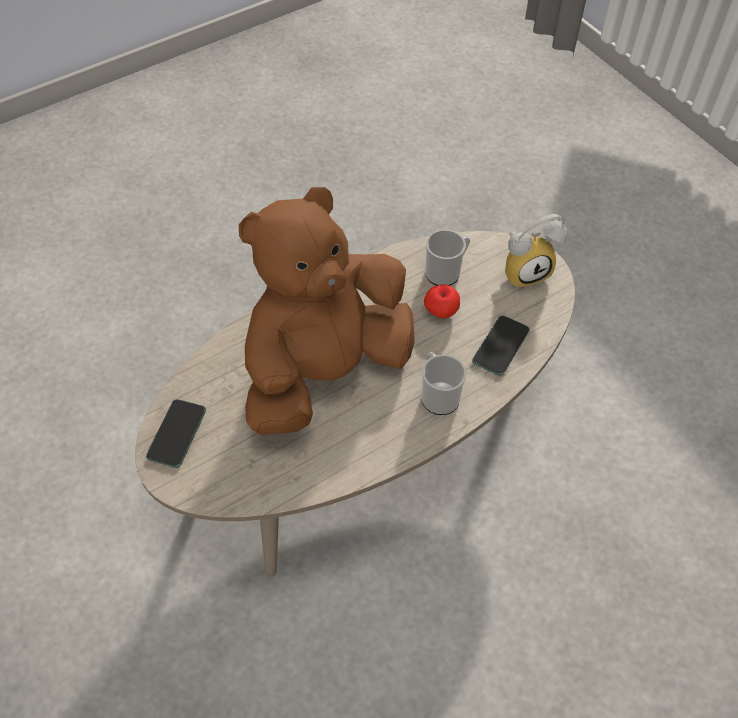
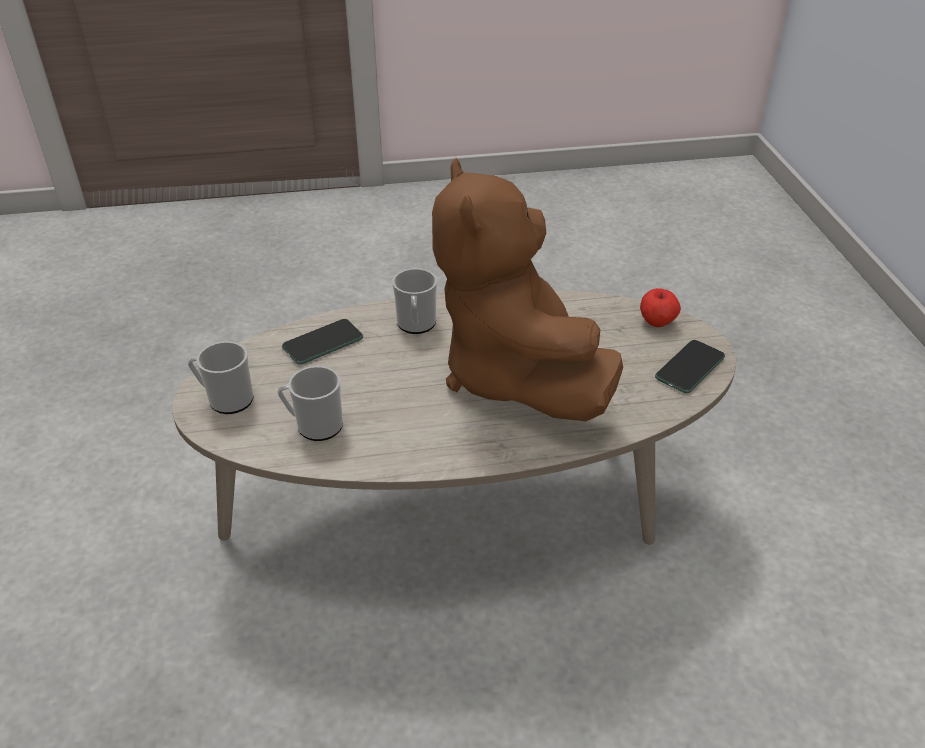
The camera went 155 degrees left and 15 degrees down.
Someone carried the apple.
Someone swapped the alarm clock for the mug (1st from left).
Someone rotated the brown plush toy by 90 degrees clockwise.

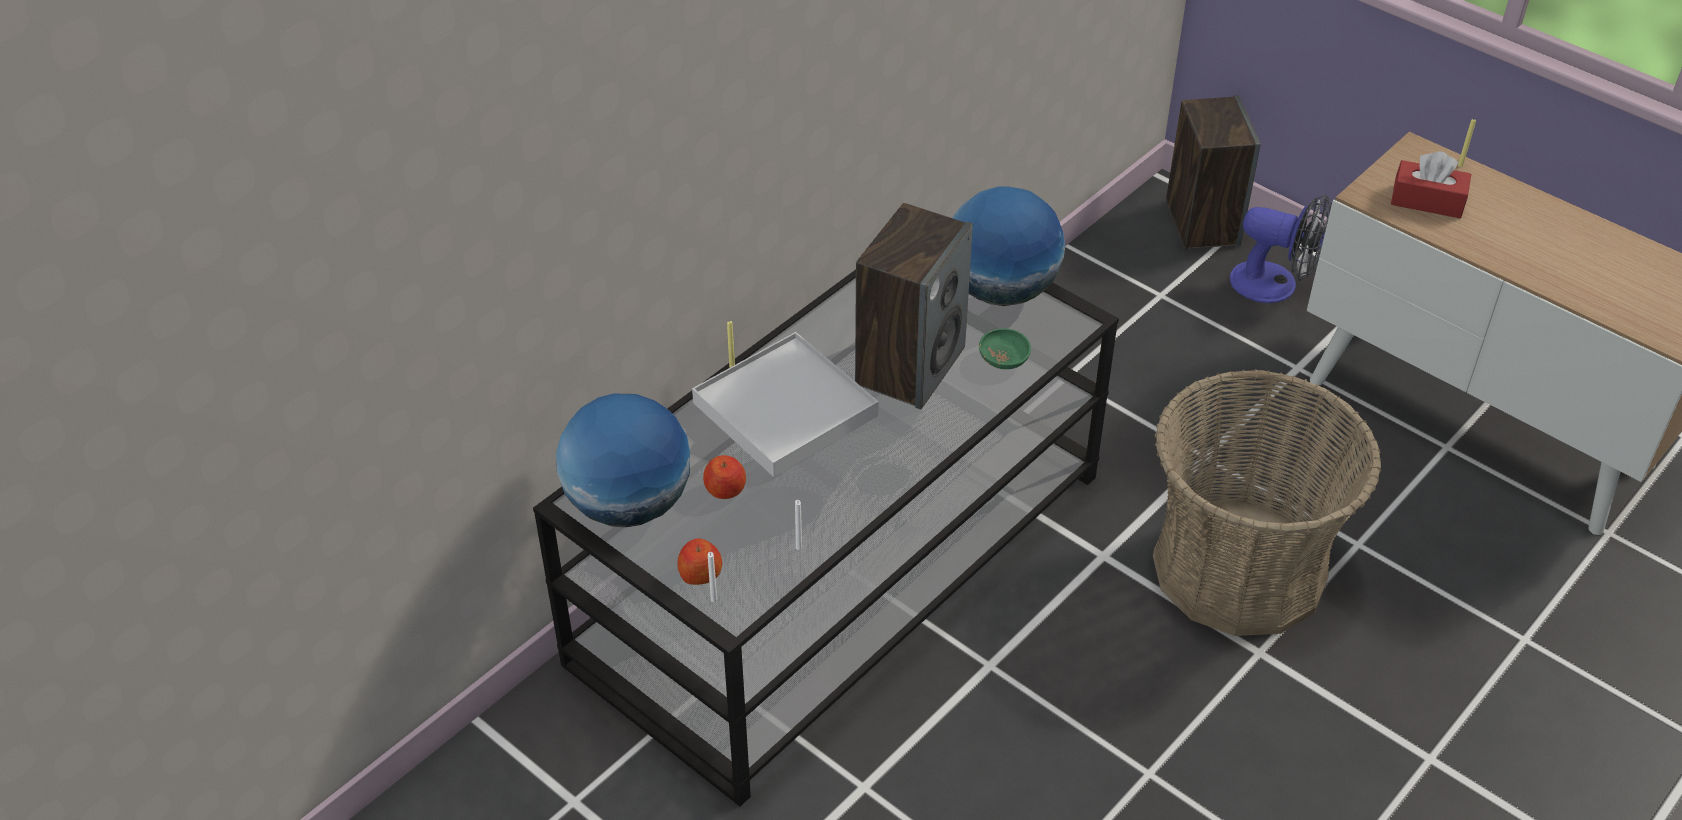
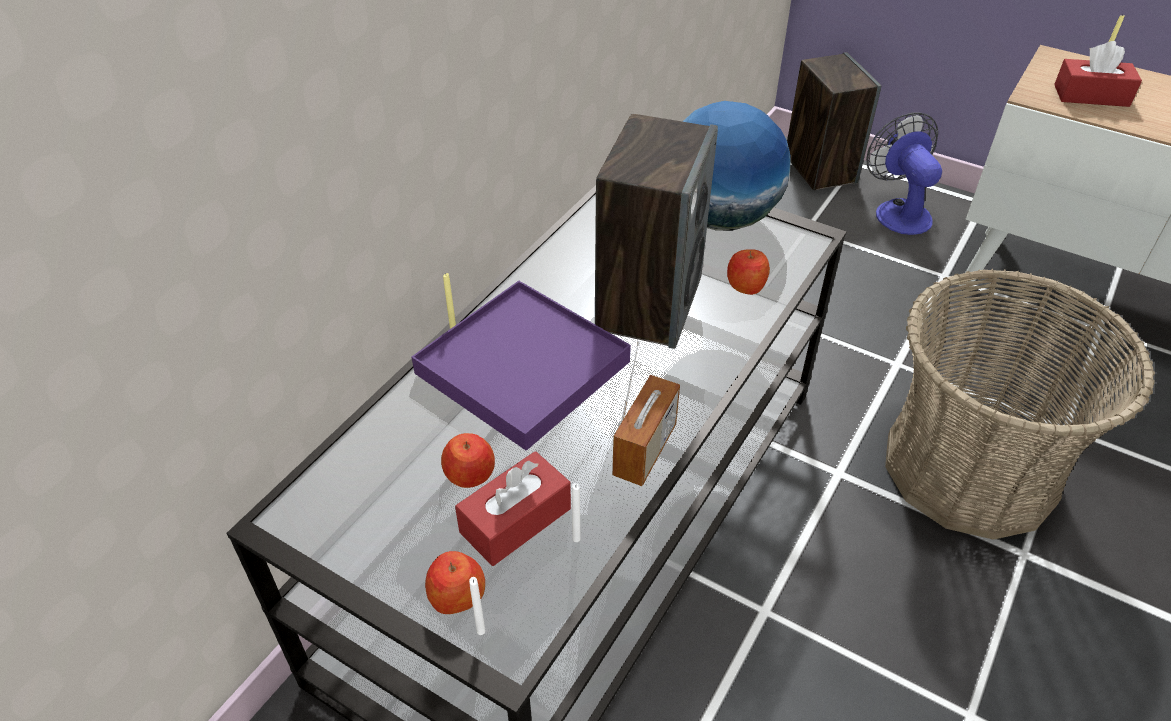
The camera went 10 degrees left and 0 degrees up.
Someone took away the globe (1st from left).
Someone put down the red tissue box (1st from left).
Someone put down the radio.
Someone swapped the green bowl for the apple (3rd from left).
Someone repainted the white tray, which became the purple tray.
Someone rotated the fan by 120 degrees counterclockwise.

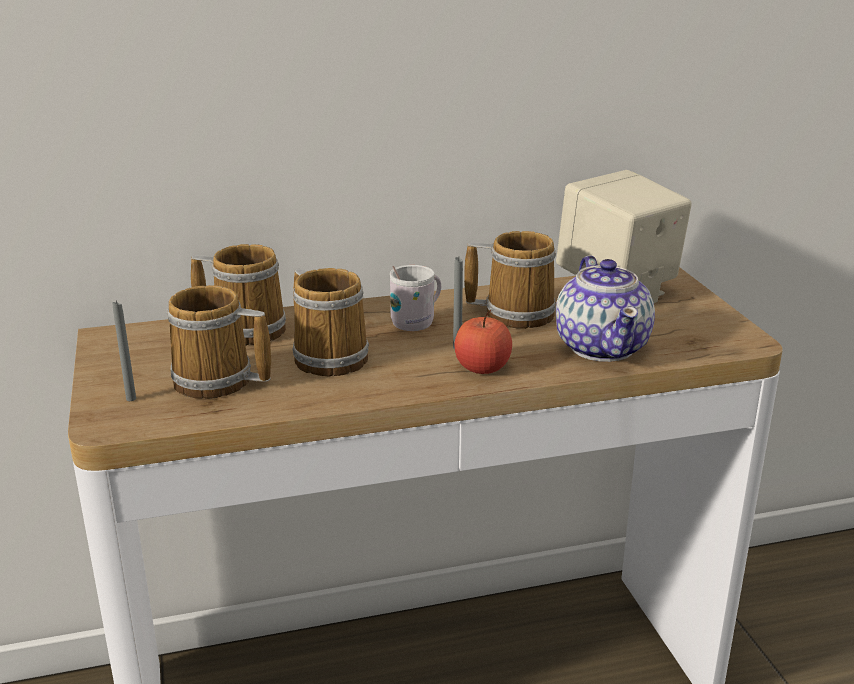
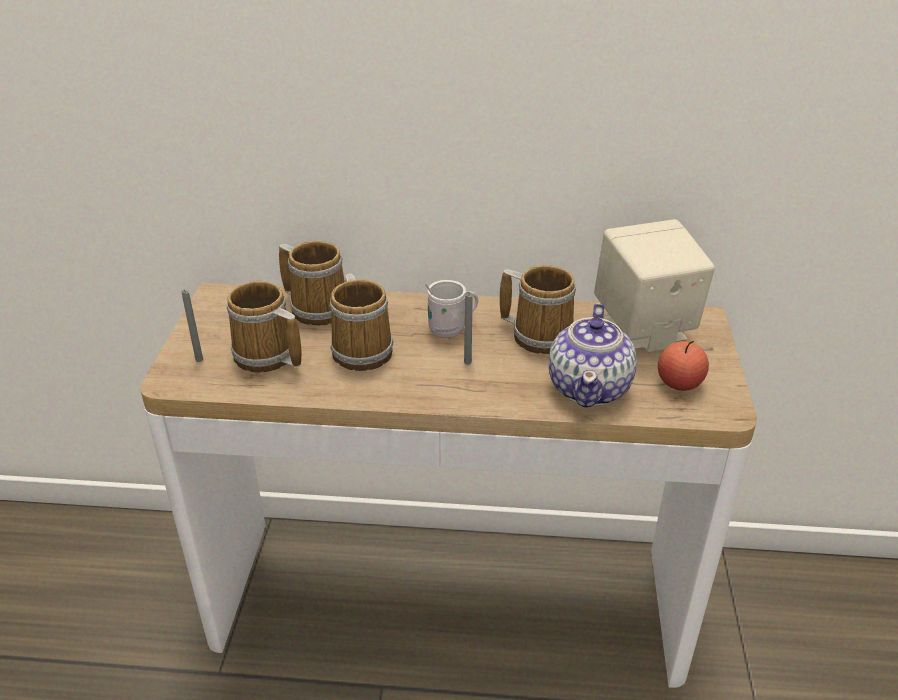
The camera went 20 degrees right and 10 degrees up.
Someone carried the apple.

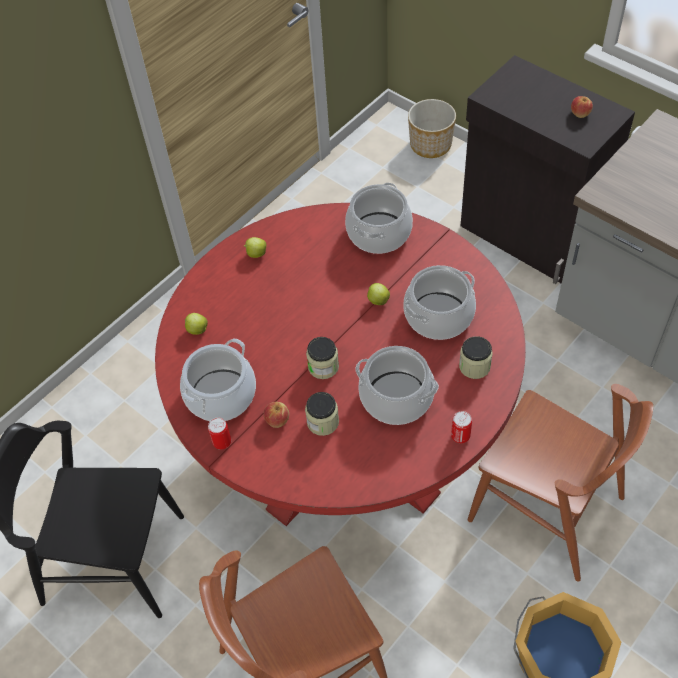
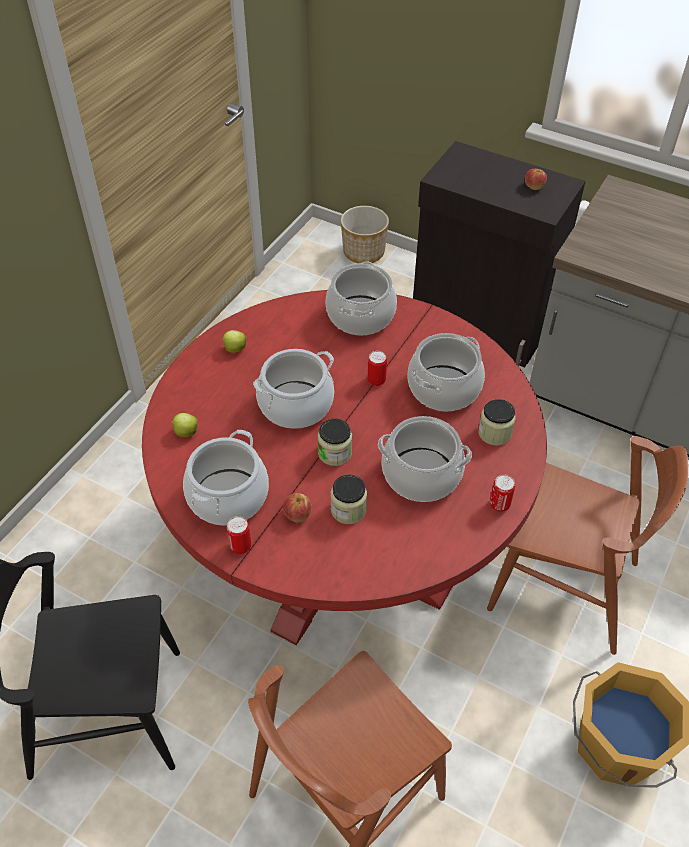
The camera went 15 degrees left and 5 degrees down.
Someone put down the cooking pot (2nd from left).
Someone swapped the apple (4th from left) for the can (2nd from left).

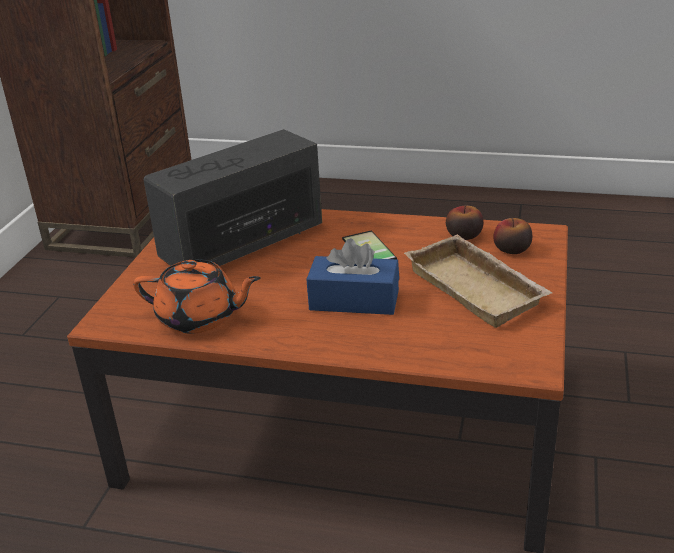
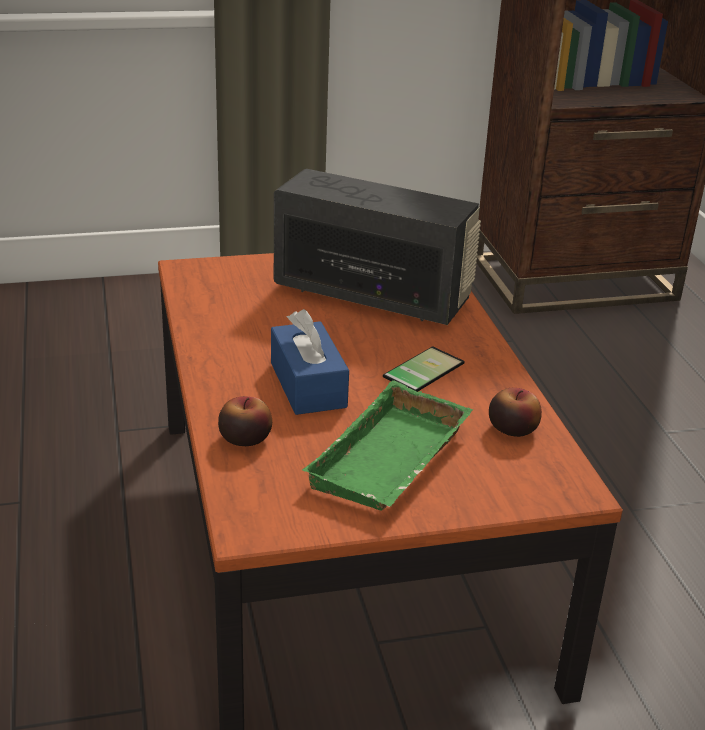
The camera went 60 degrees right and 0 degrees up.
Someone took away the orange teapot.
Someone carried the apple (2nd from left in the first image).
Someone repainted the beige tray, which became the green tray.

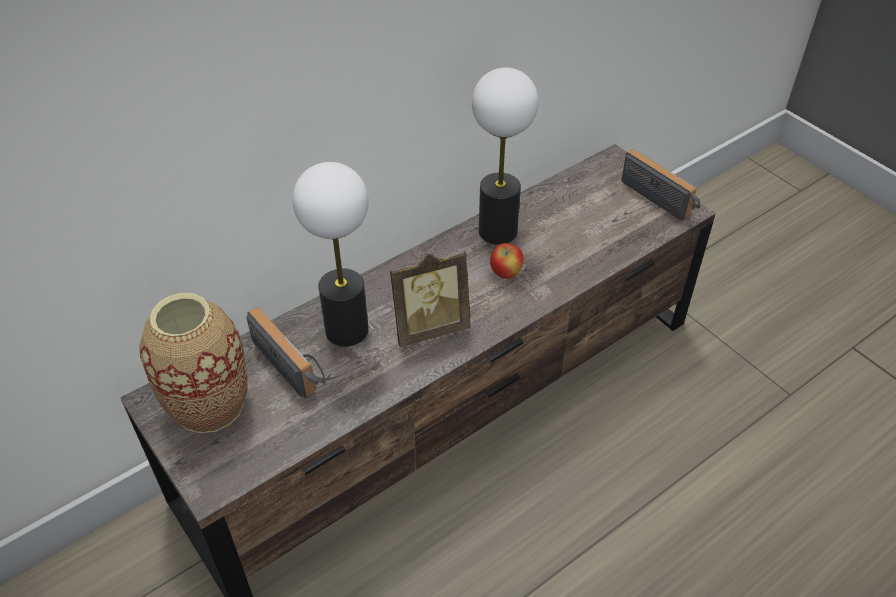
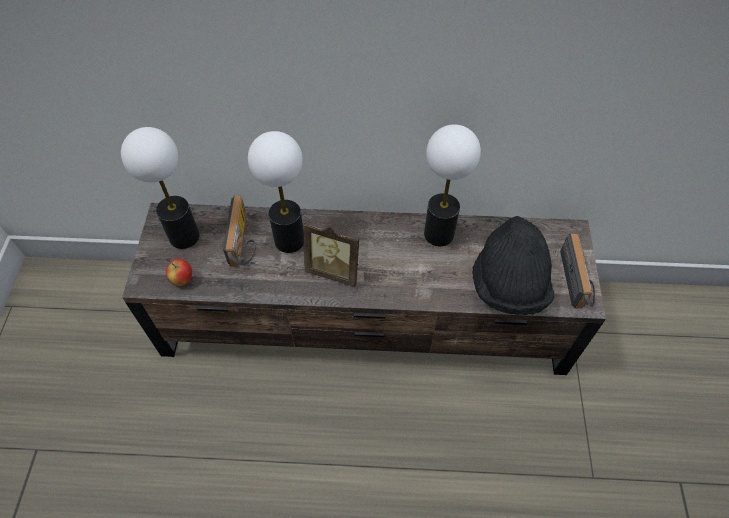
The camera went 40 degrees right and 10 degrees up.
Someone put down the black hat.
Someone carried the apple.
Someone swapped the vase for the table lamp (1st from left).

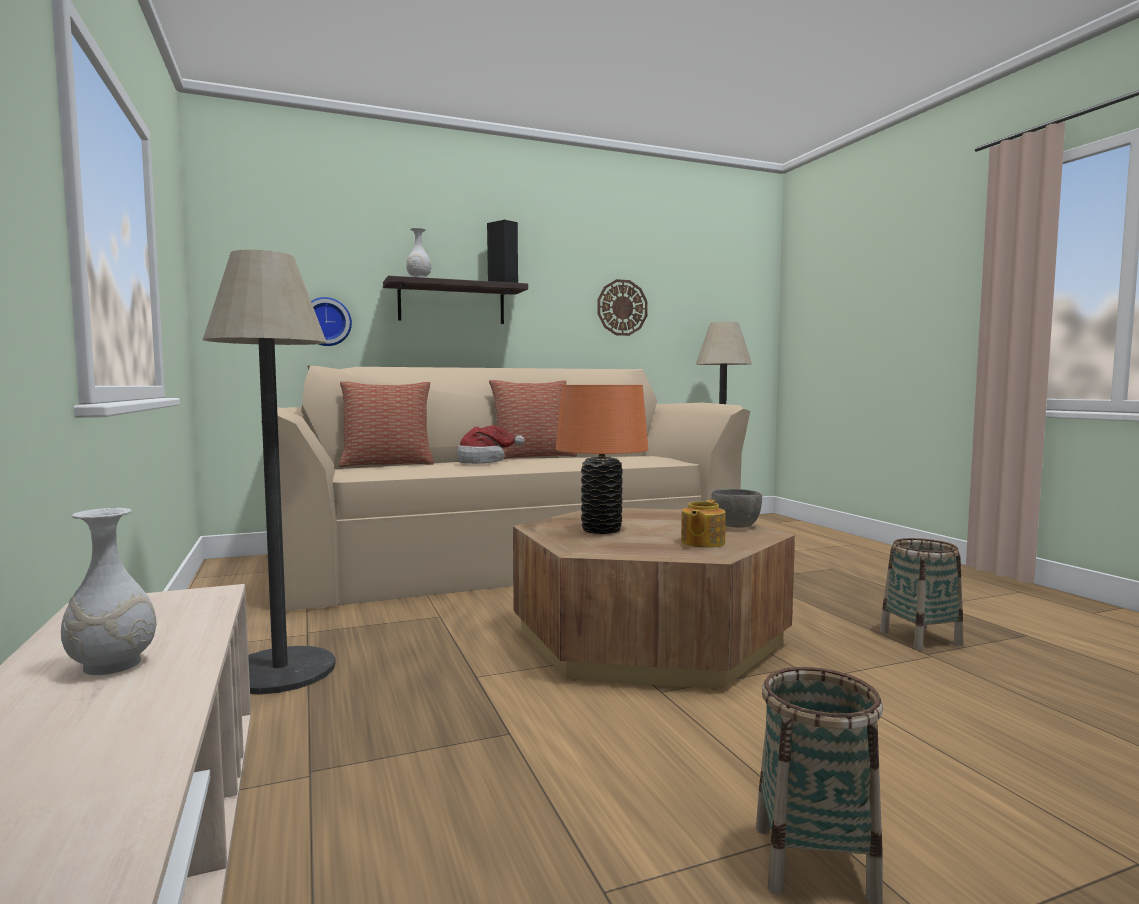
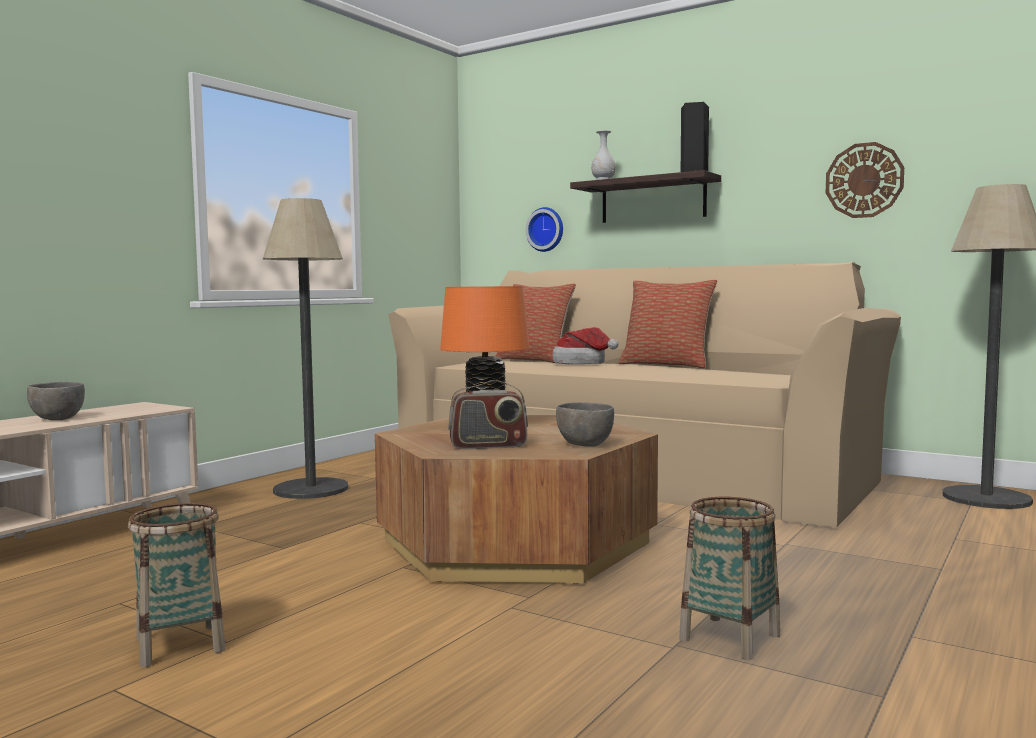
The camera went 55 degrees right and 0 degrees up.
Someone swapped the white vase (1st from left) for the grey bowl (1st from left).
Someone swapped the teapot for the radio.

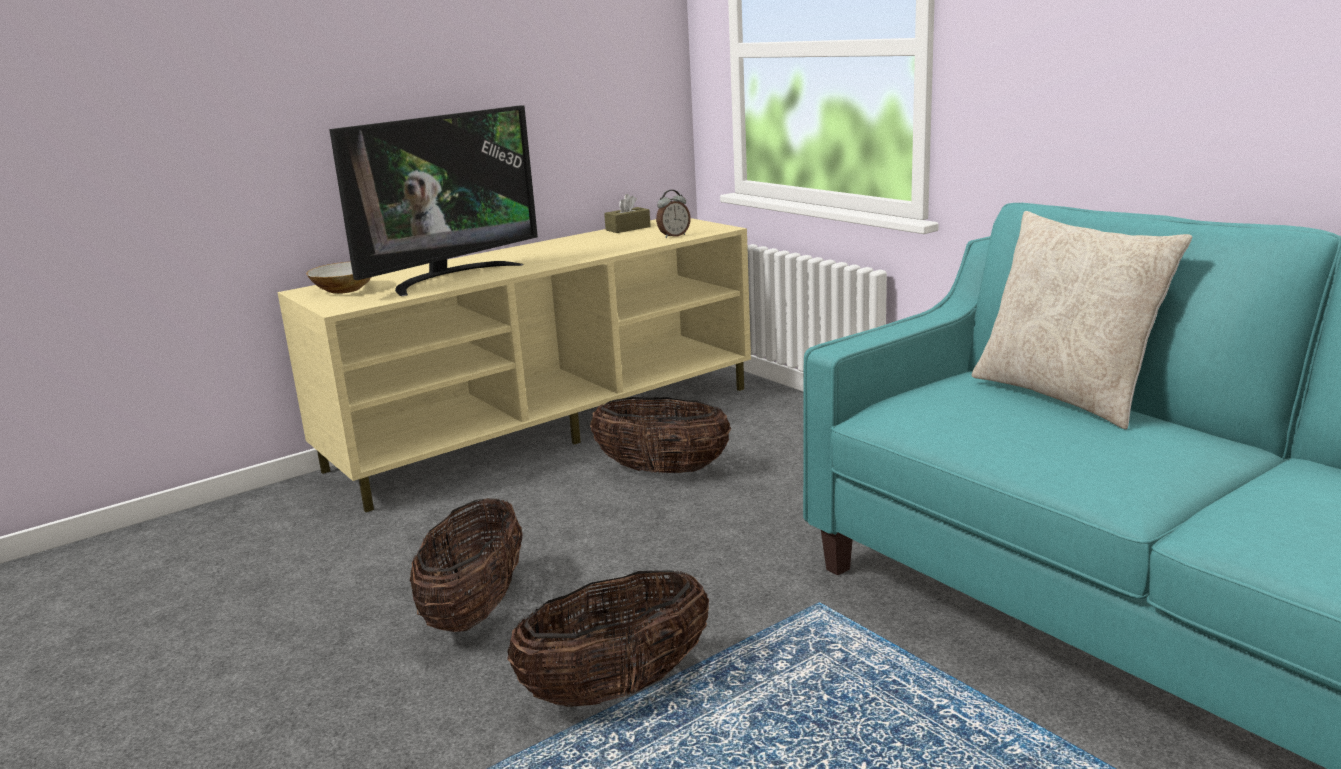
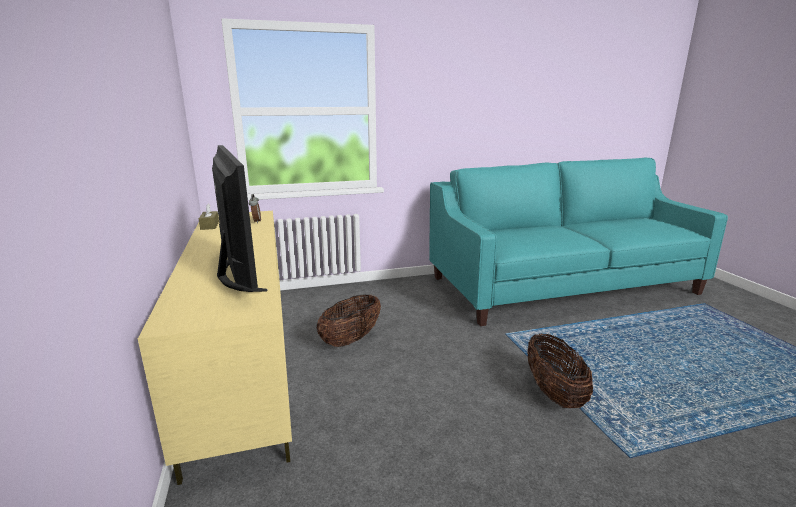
The camera went 70 degrees left and 0 degrees up.
Someone took away the bowl.
Someone took away the basket (1st from left).
Someone took away the beige pillow.

